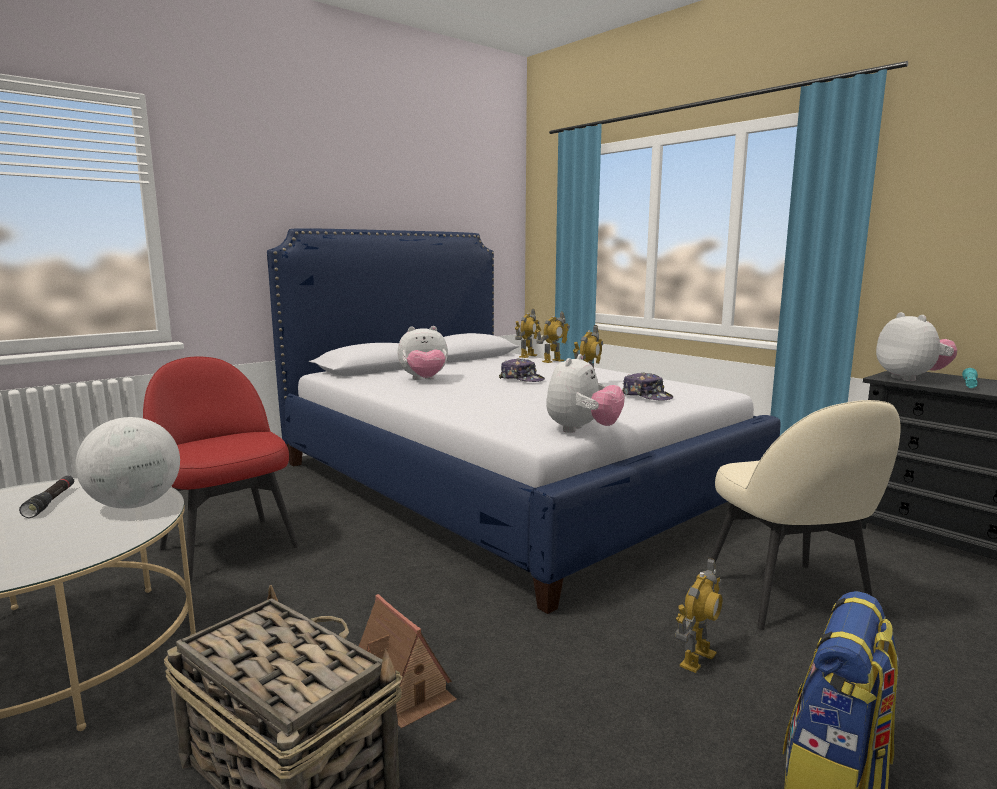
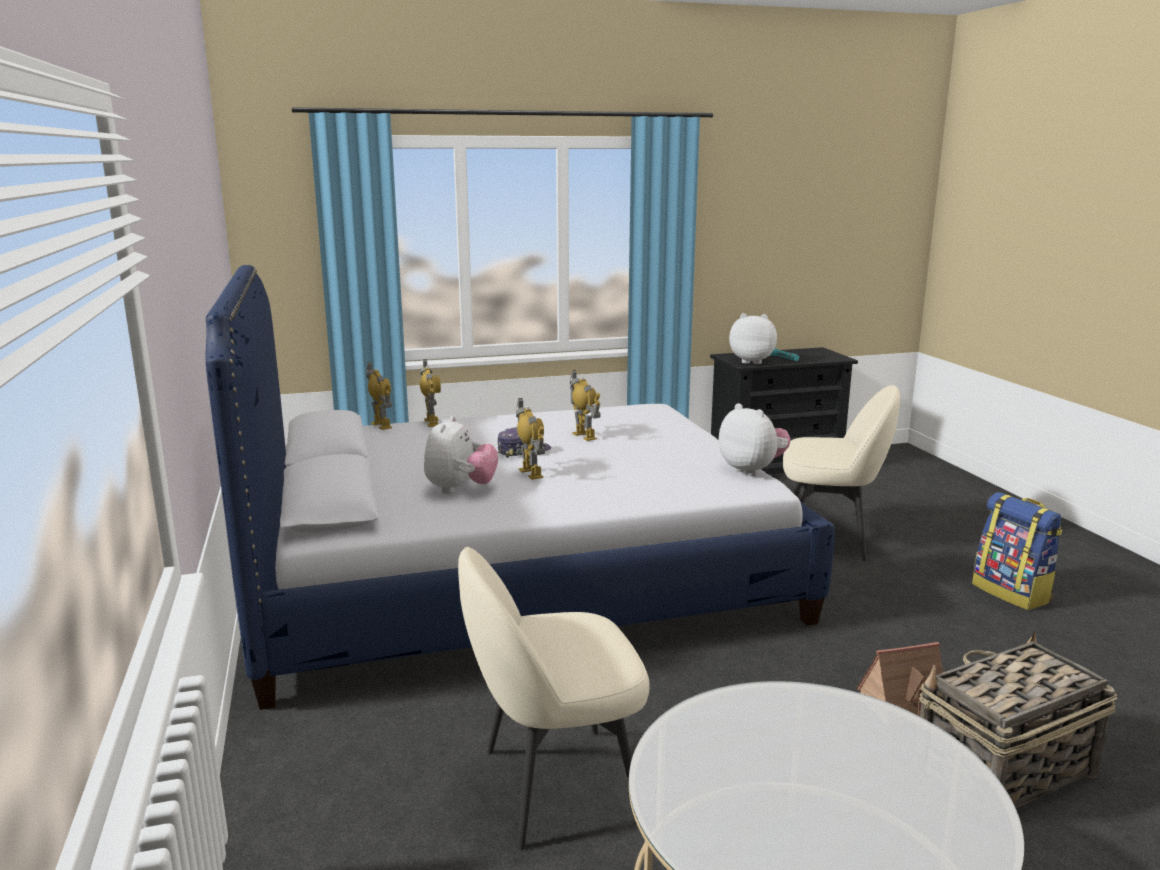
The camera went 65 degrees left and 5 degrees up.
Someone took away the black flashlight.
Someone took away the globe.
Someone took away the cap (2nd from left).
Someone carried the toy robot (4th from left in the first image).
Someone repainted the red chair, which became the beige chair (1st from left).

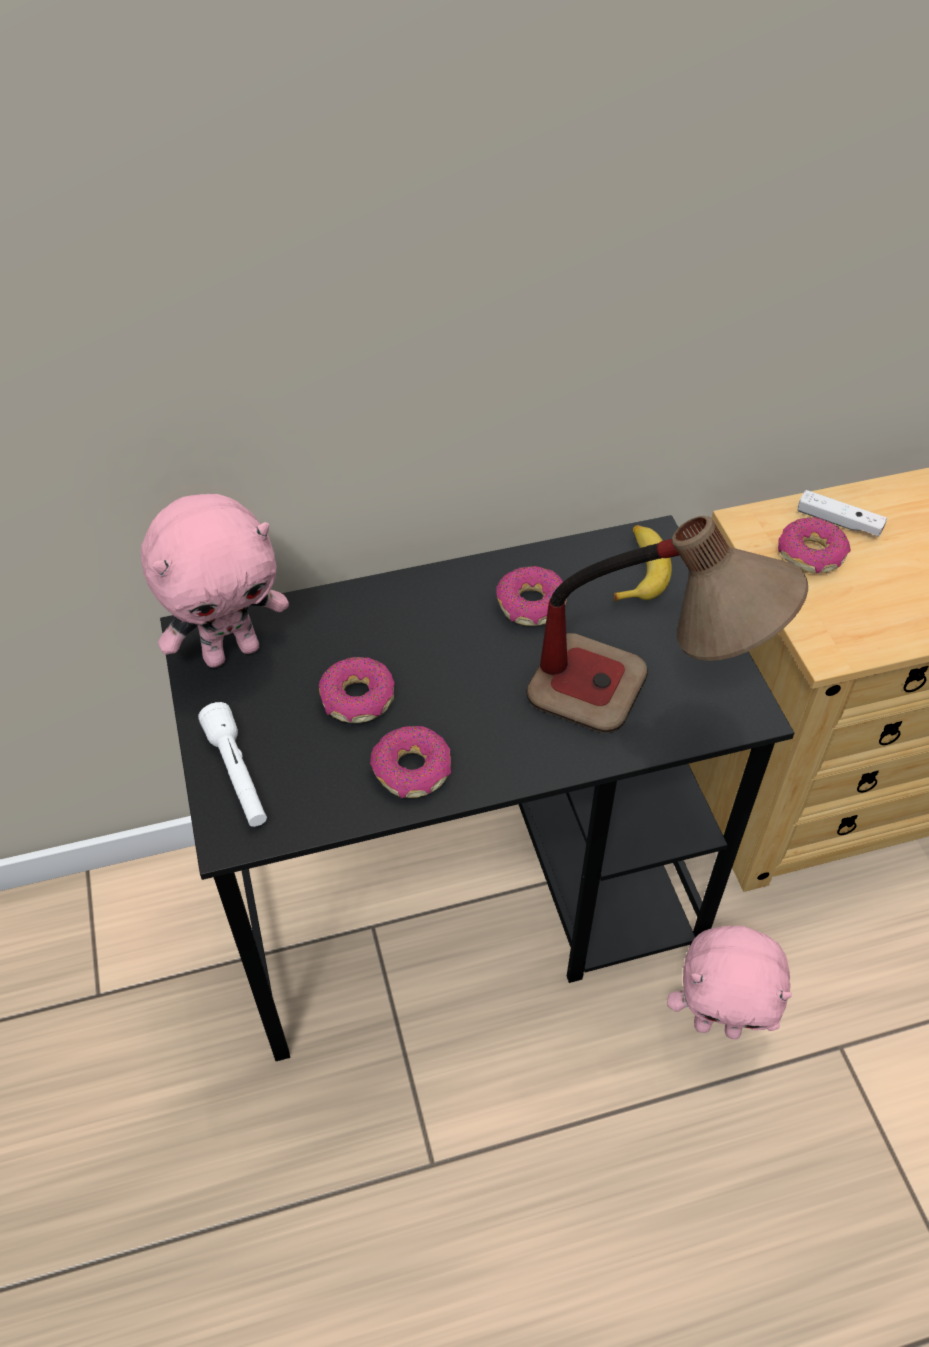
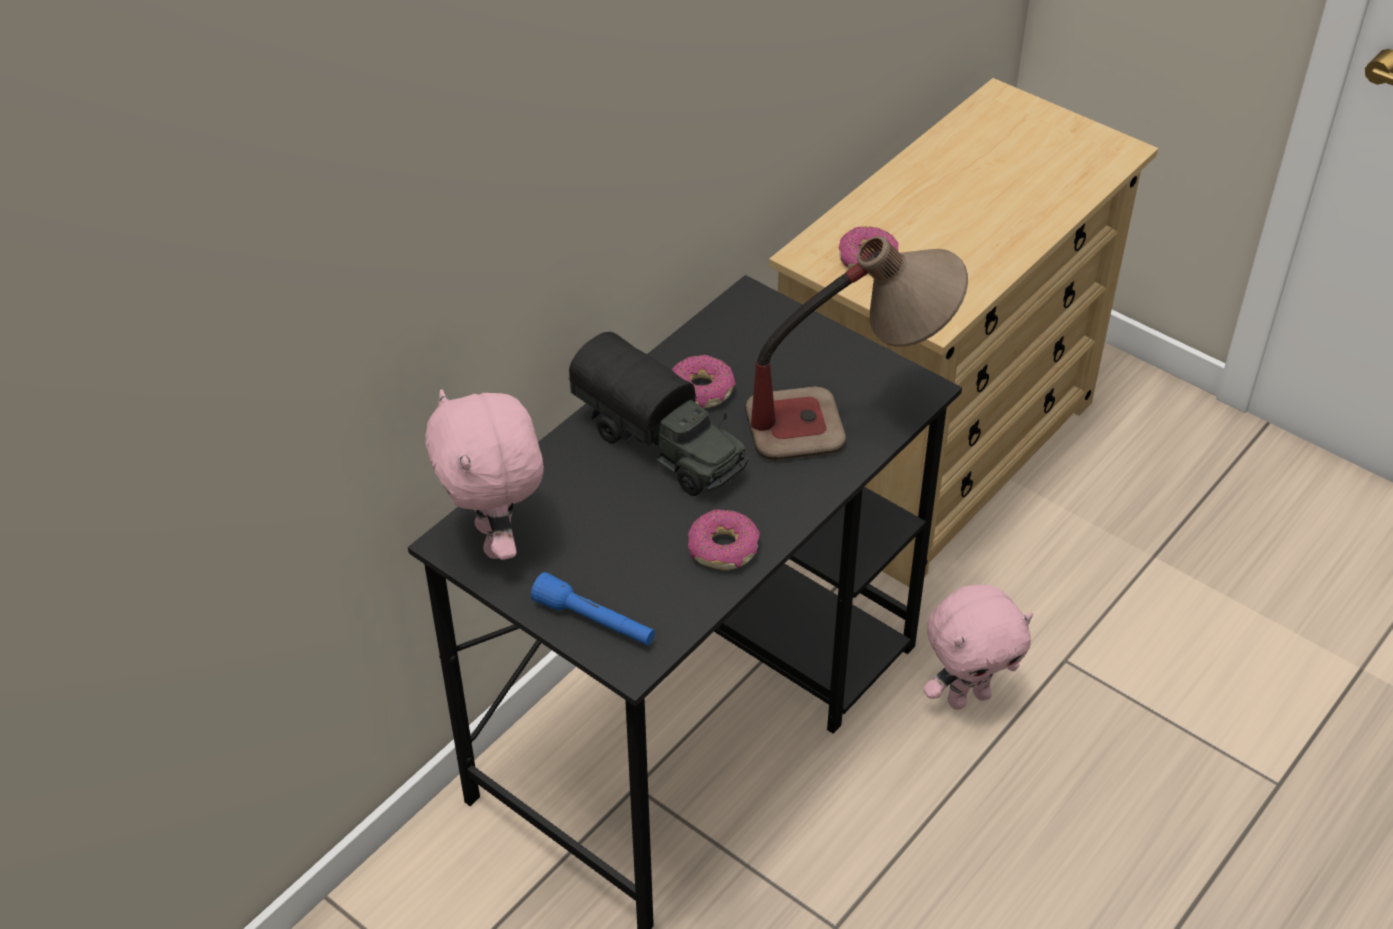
The camera went 35 degrees left and 5 degrees down.
Someone took away the donut (1st from left).
Someone took away the banana.
Someone took away the white game controller.
Someone put down the toy truck.
Someone repainted the white flashlight, which became the blue flashlight.
Someone rotated the pink plush toy (1st from left) by 135 degrees clockwise.

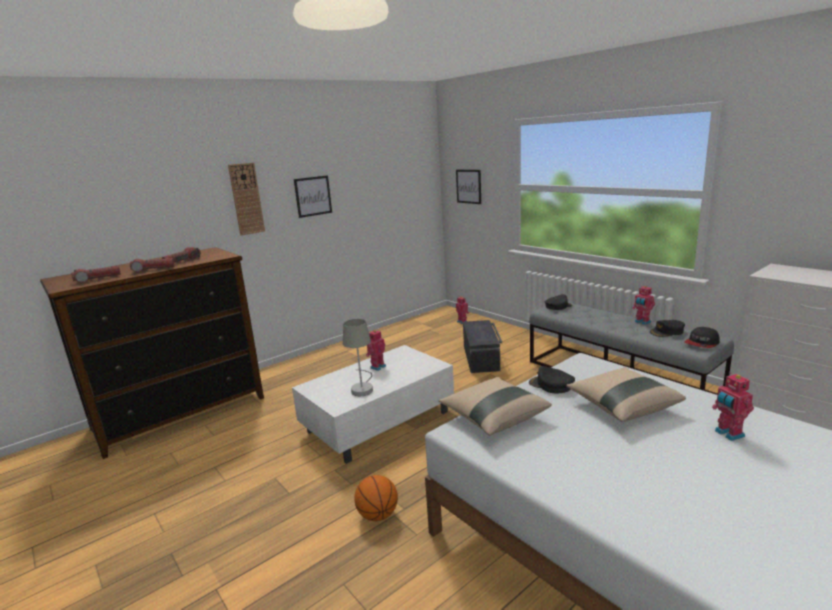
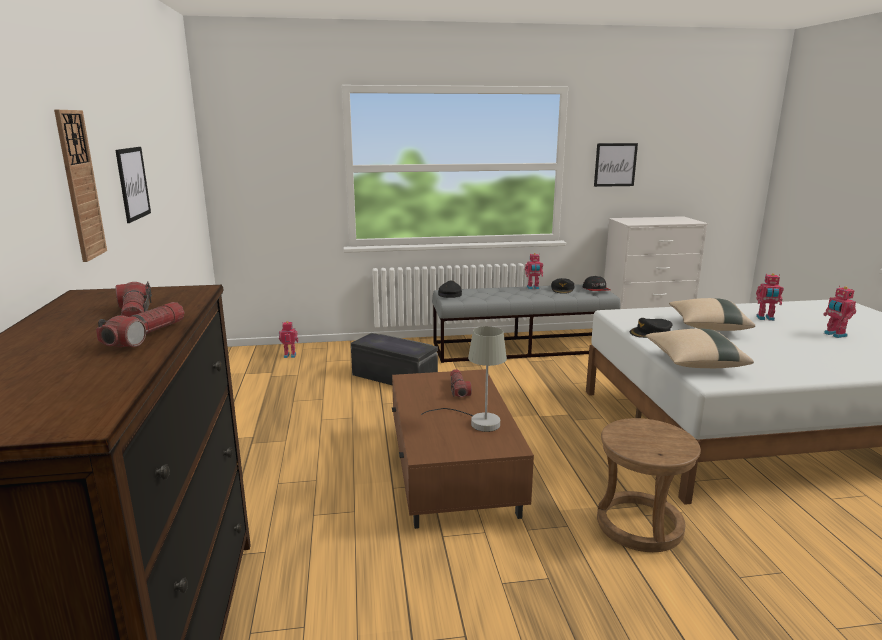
The camera went 60 degrees left and 0 degrees up.
Someone carried the flashlight (1st from left in the first image).
Someone carried the toy robot (1st from left in the first image).
Someone carried the picture (2nd from left).
Someone swapped the basketball for the brown stool.
Someone repainted the white coffee table, which became the brown coffee table.

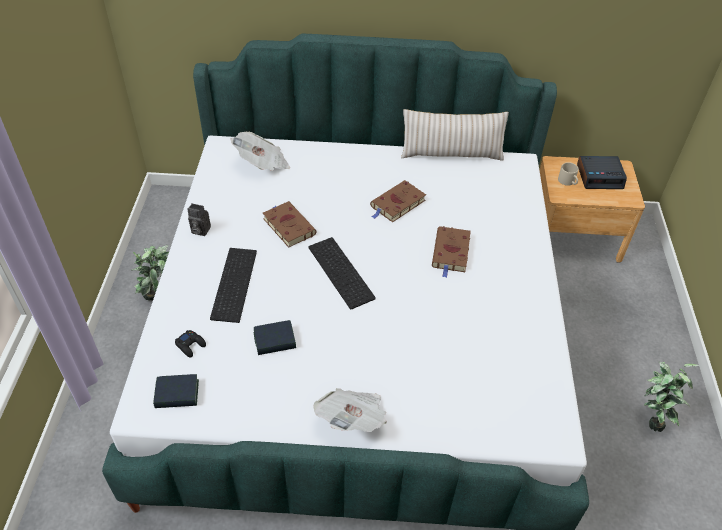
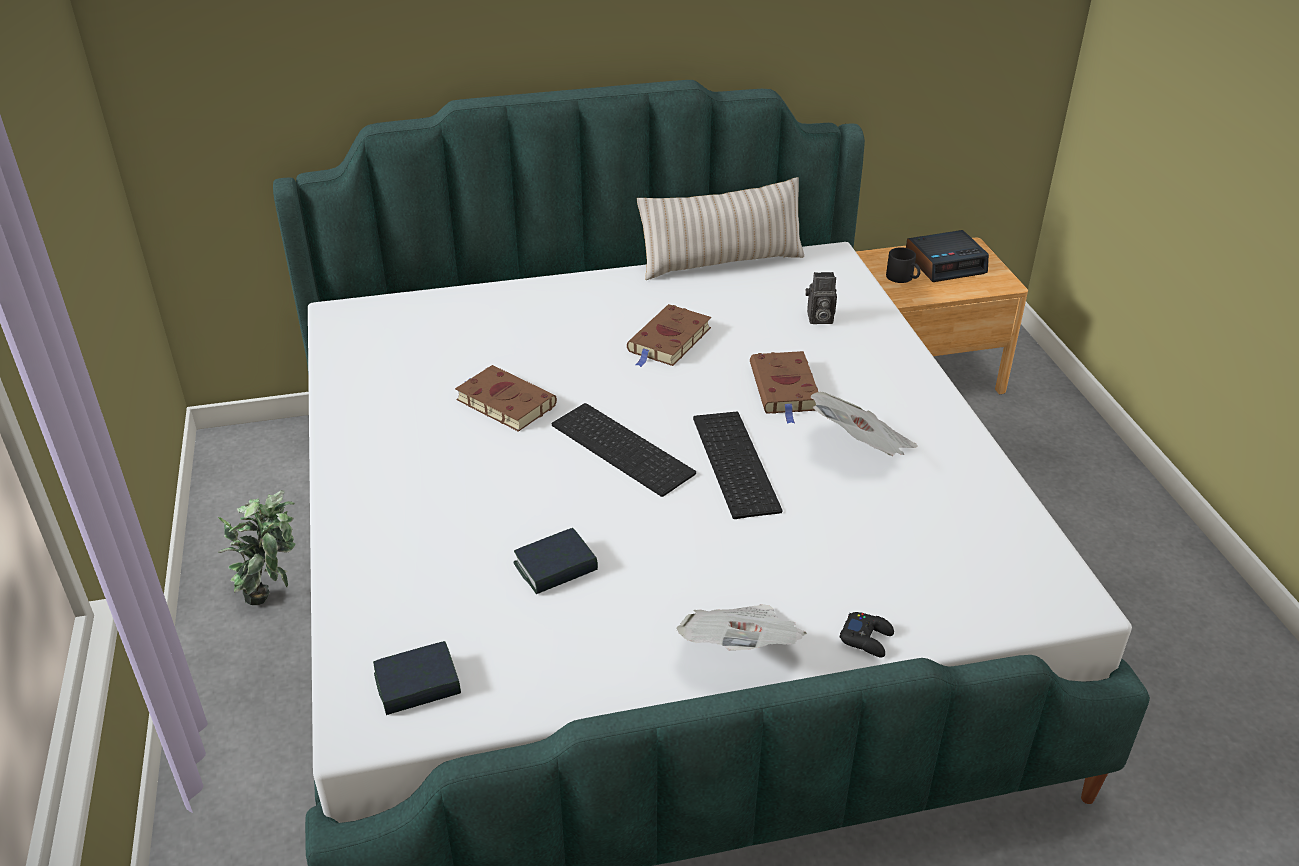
The camera went 15 degrees left and 10 degrees down.
Someone took away the potted plant (2nd from left).
Someone carried the black game controller.
Someone carried the photo camera.
Someone carried the keyboard (1st from left in the first image).
Someone carried the newspaper (1st from left in the first image).
Someone repainted the beige mug, which became the black mug.

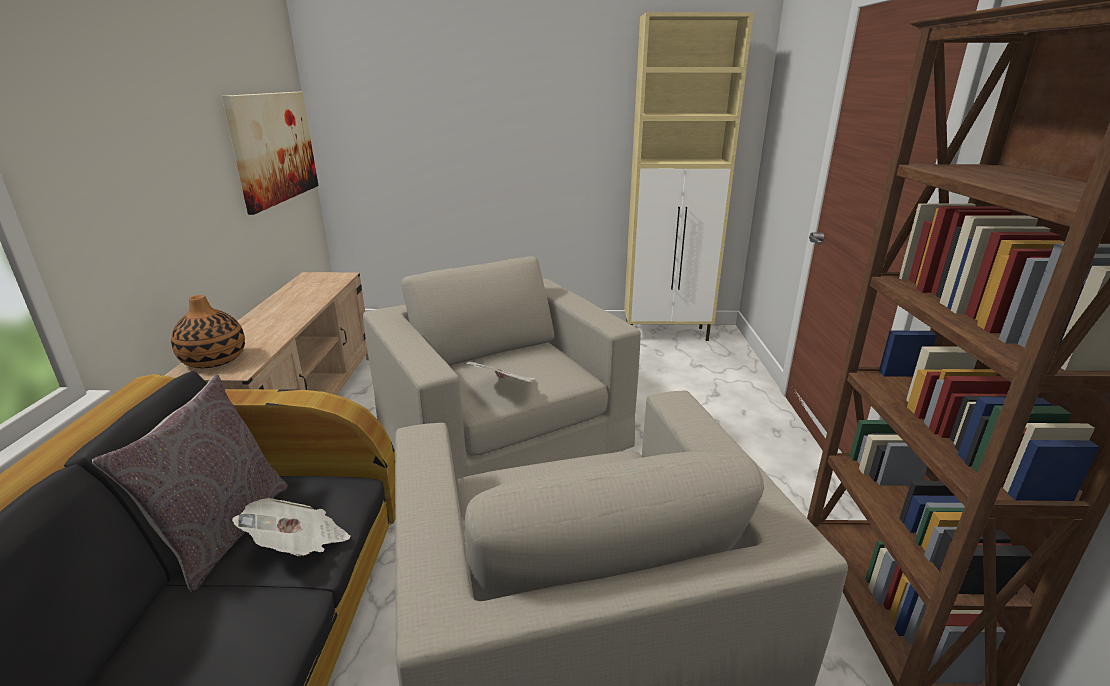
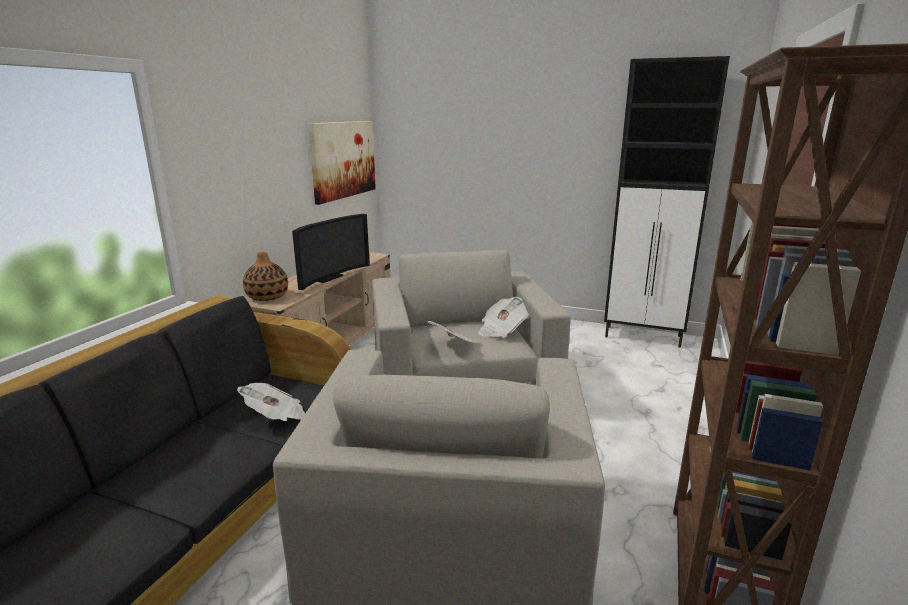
The camera went 20 degrees right and 5 degrees down.
Someone took away the grey pillow.
Someone put down the television.
Someone put down the newspaper (3rd from left).
Someone repainted the beige cabinet, which became the black cabinet.

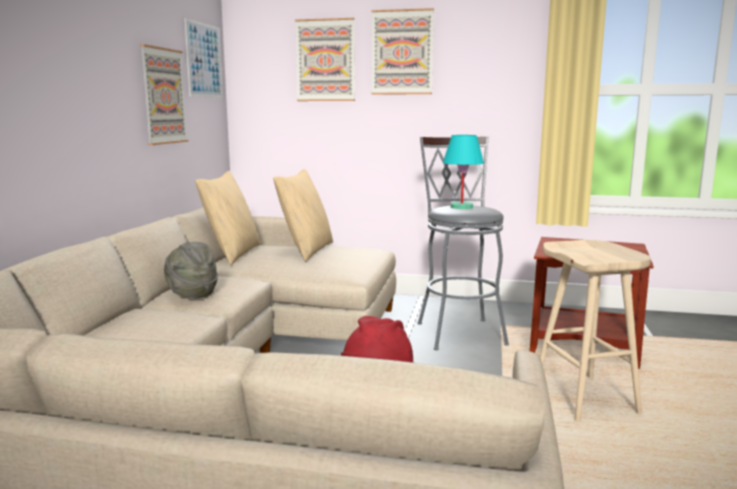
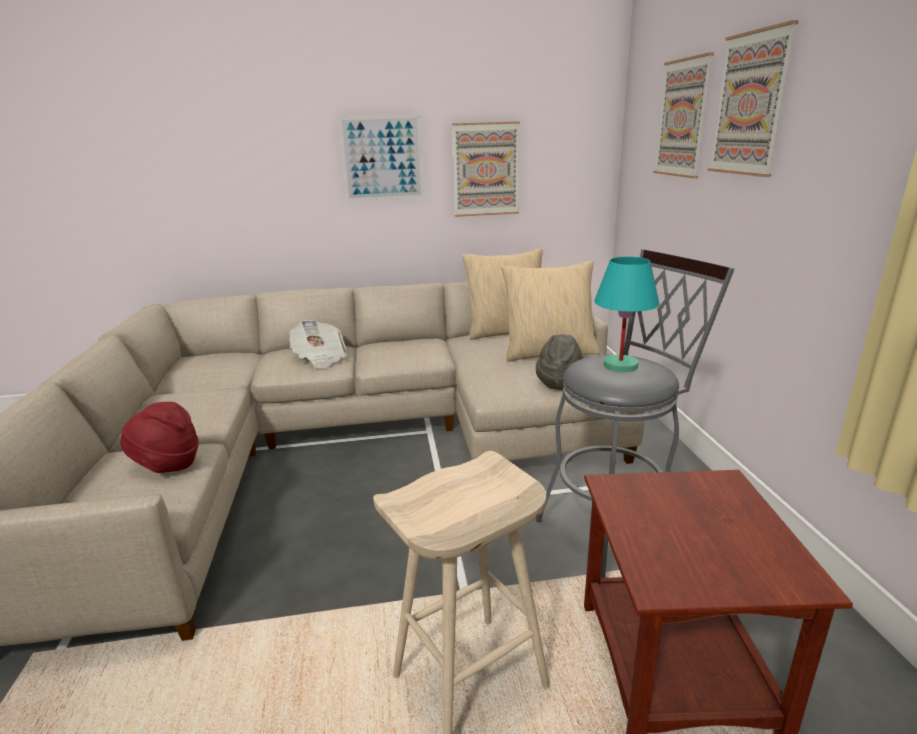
The camera went 70 degrees right and 10 degrees up.
Someone put down the newspaper.
Someone carried the grey hat.
Someone carried the picture (2nd from left in the first image).

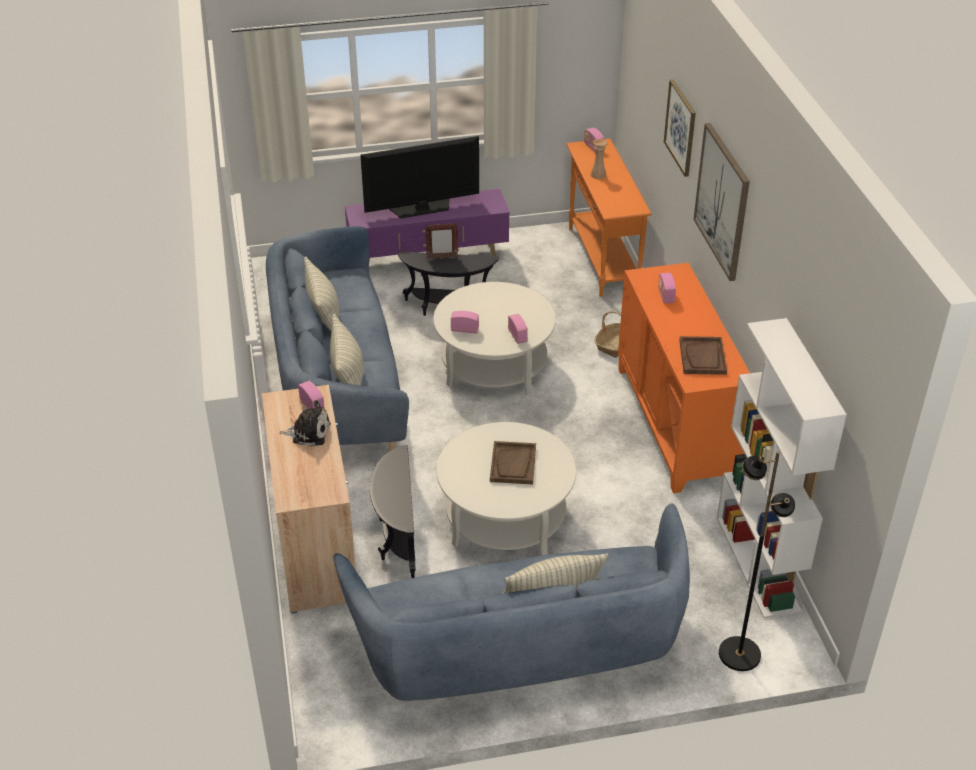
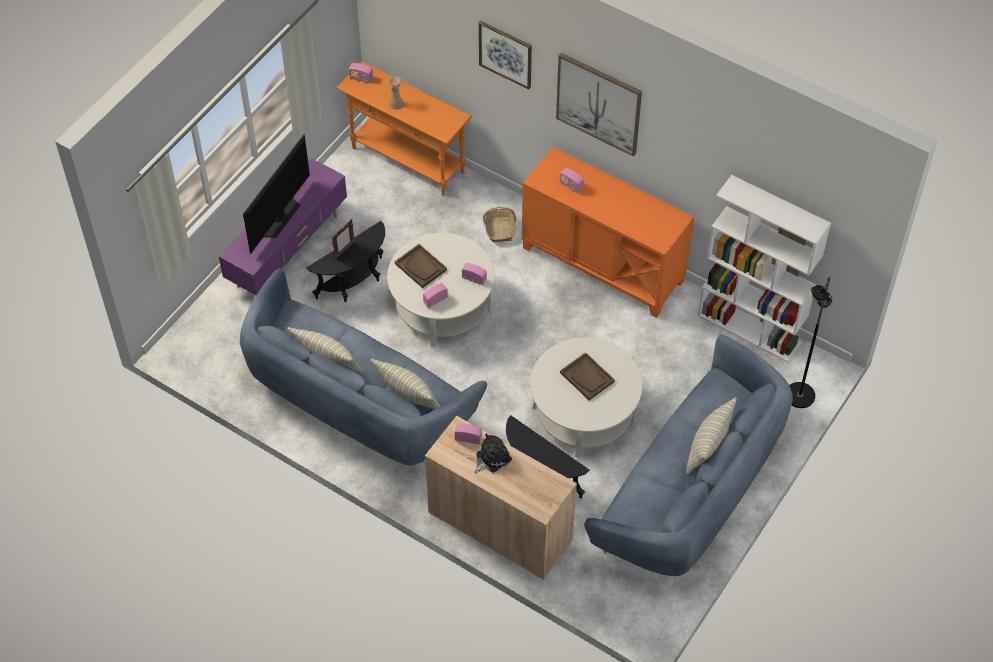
The camera went 45 degrees left and 15 degrees up.
Someone carried the brown tray (2nd from left in the first image).

